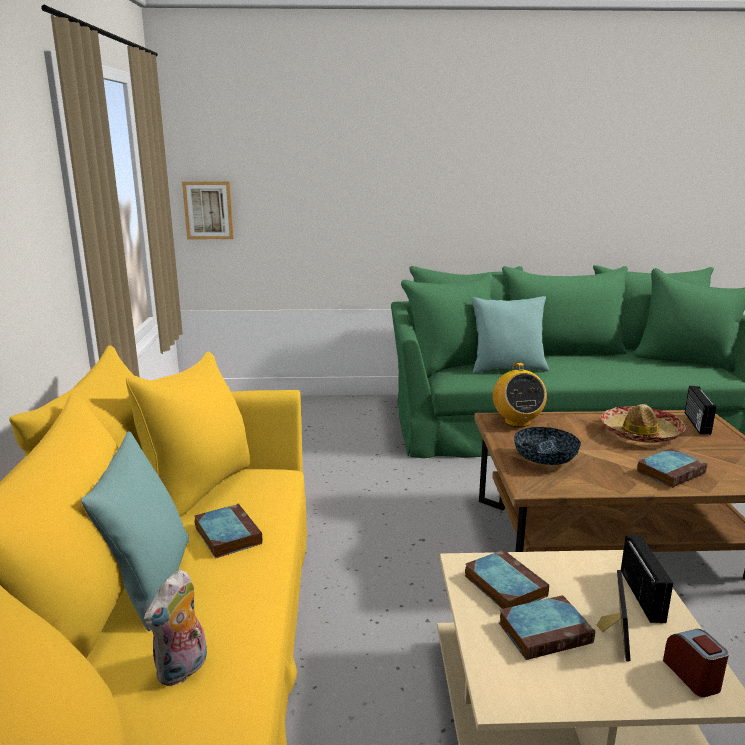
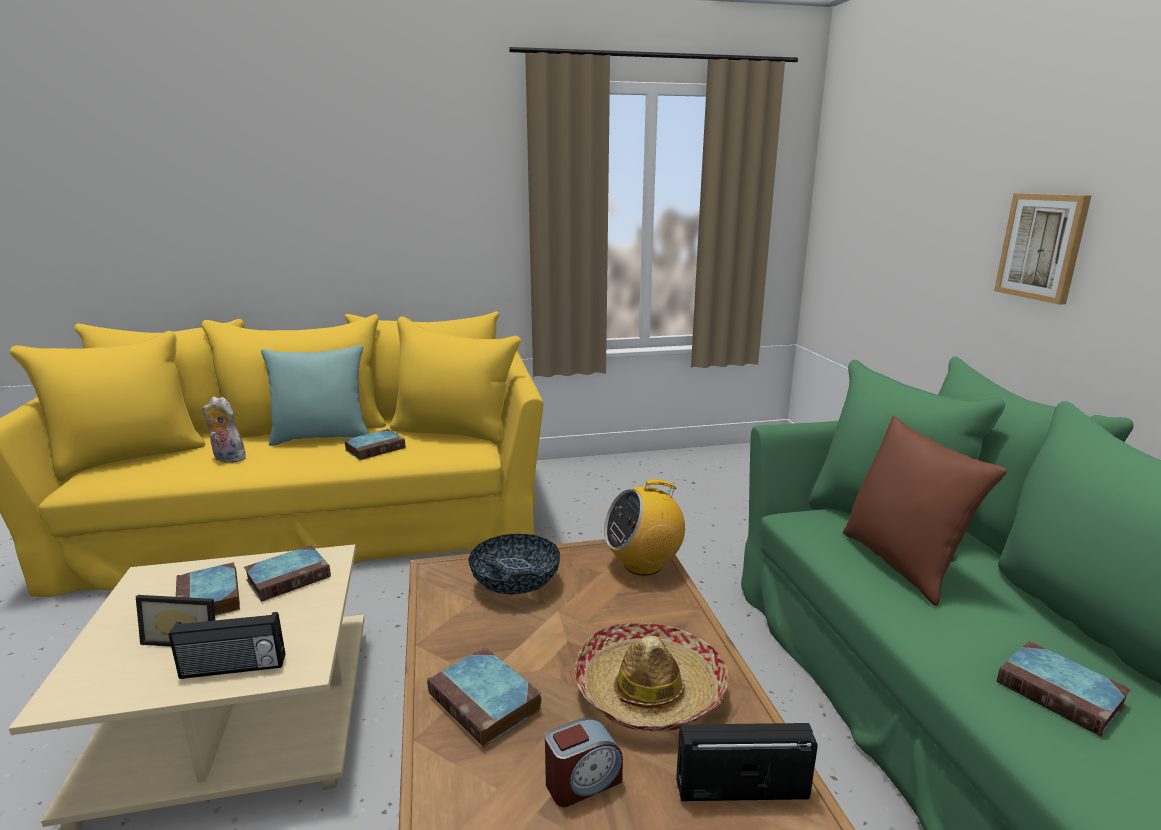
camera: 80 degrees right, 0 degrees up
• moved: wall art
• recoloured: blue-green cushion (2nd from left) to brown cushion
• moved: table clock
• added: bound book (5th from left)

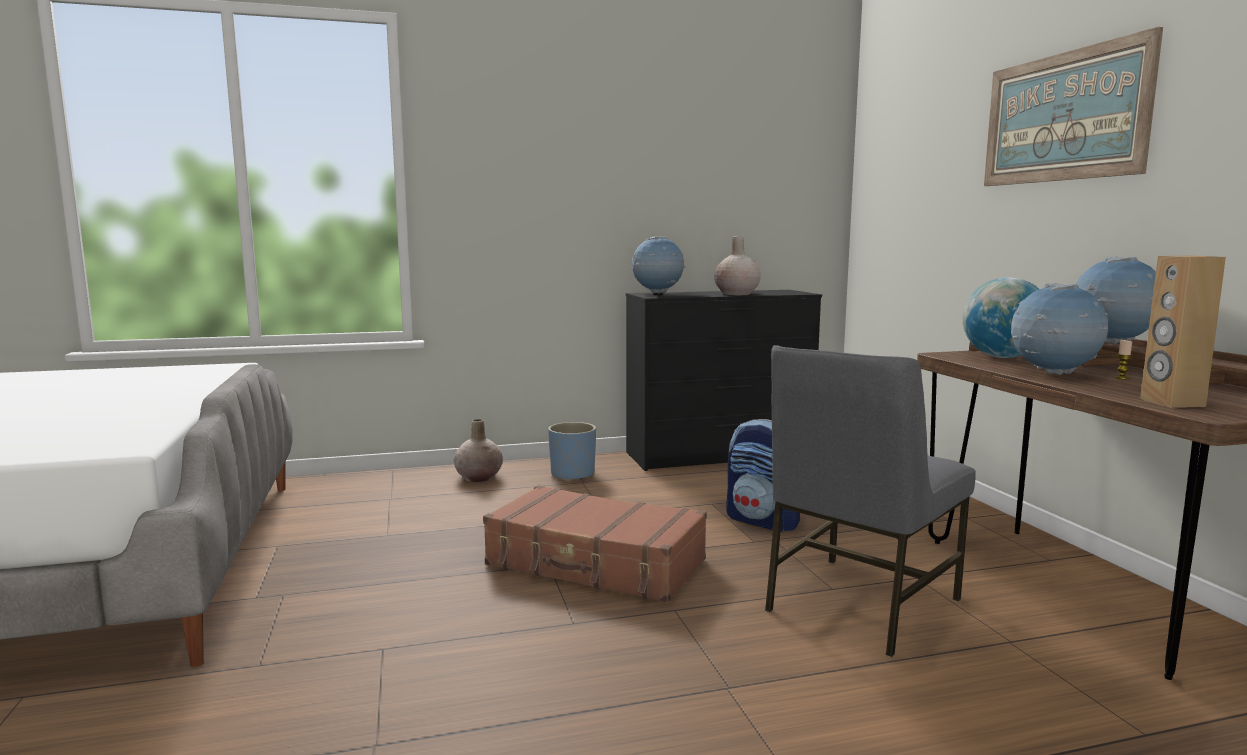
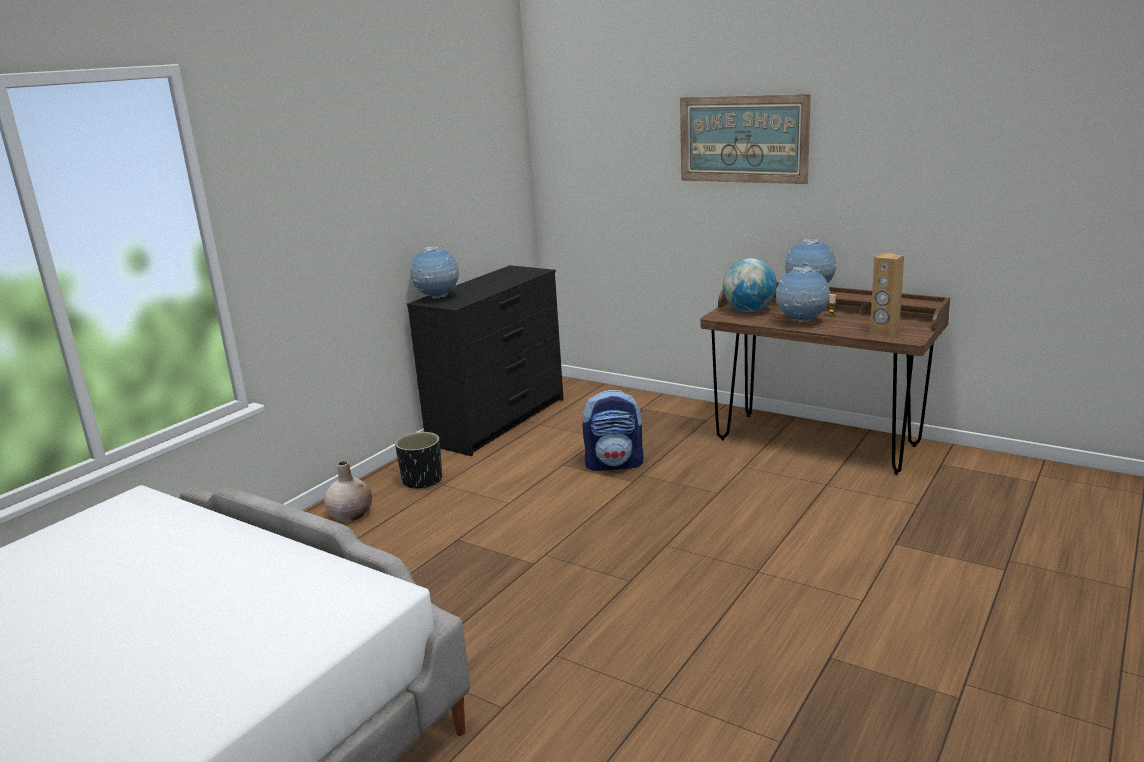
camera: 40 degrees left, 10 degrees up
• removed: brown piece of luggage
• recoloured: blue-coloured flower pot to blackish flower pot
• removed: beige-coloured decorative vase (2nd from left)
• removed: grey upright chair

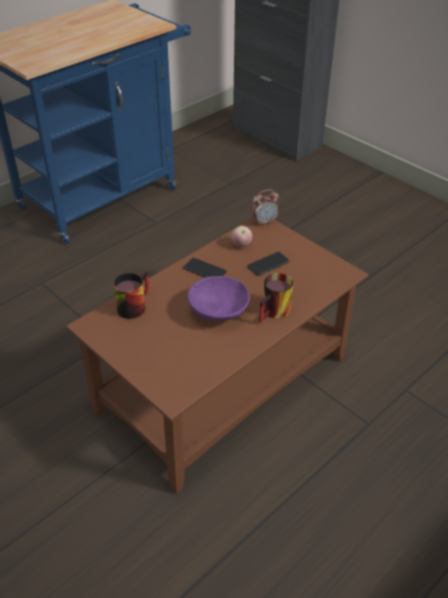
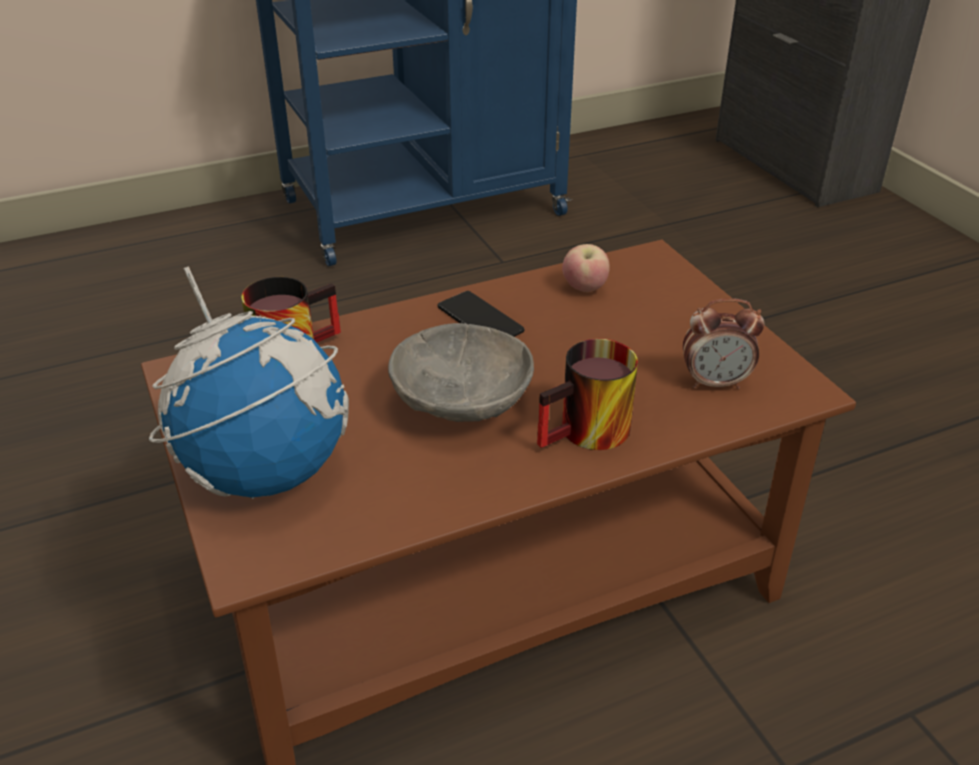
camera: 20 degrees right, 5 degrees down
• recoloured: purple serving bowl to grey serving bowl
• removed: telephone (2nd from left)
• moved: table clock
• added: globe

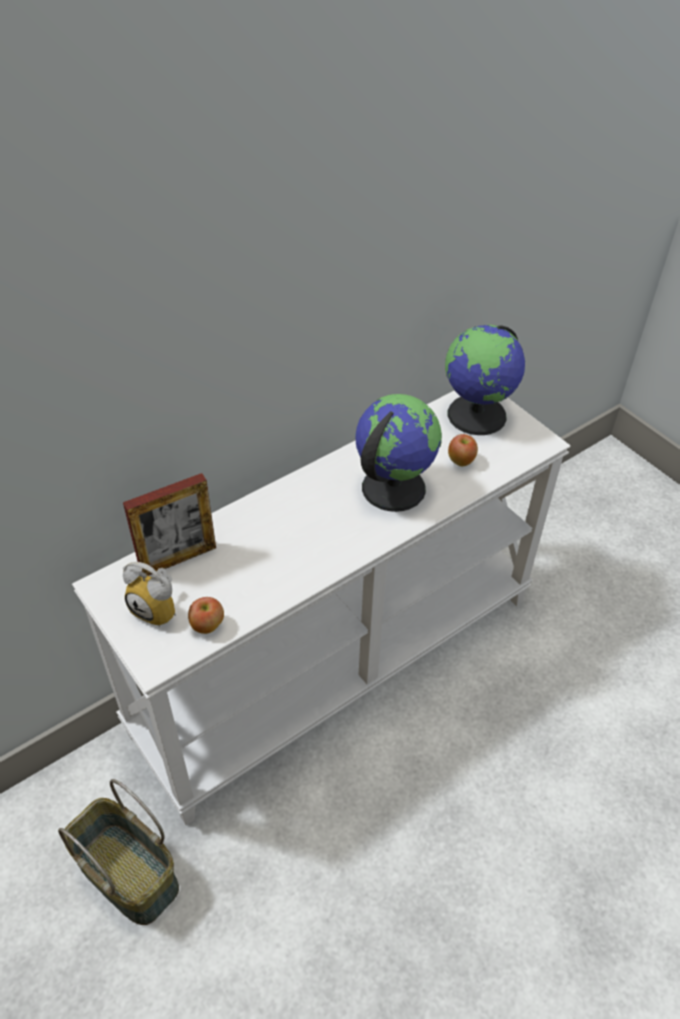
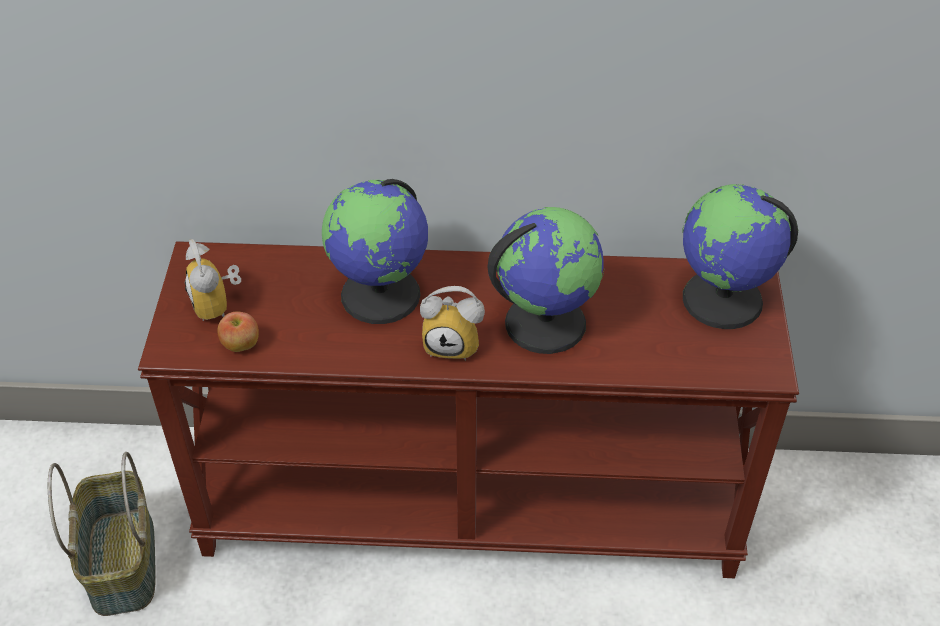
camera: 40 degrees right, 0 degrees up
• recoloured: white console table to brown console table
• removed: standing frame
• removed: whole apple (2nd from left)
• added: globe (1st from left)
• added: table clock (2nd from left)

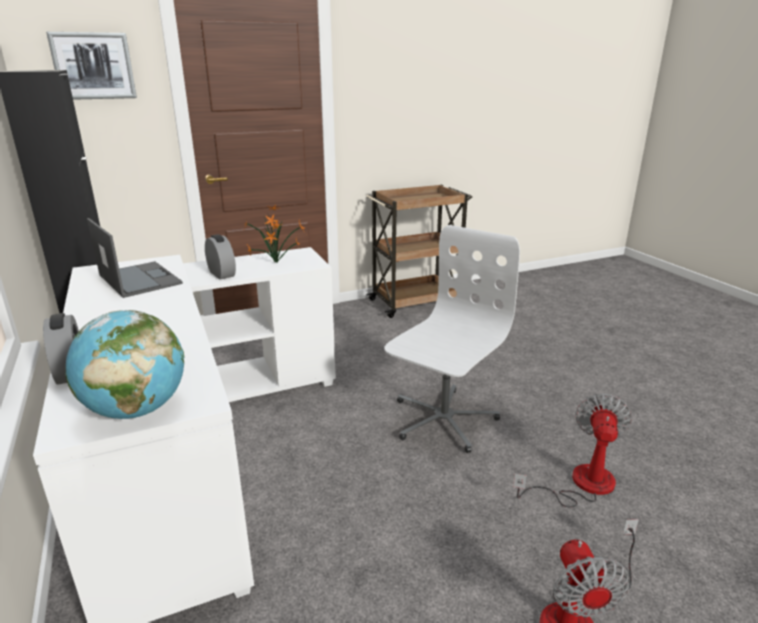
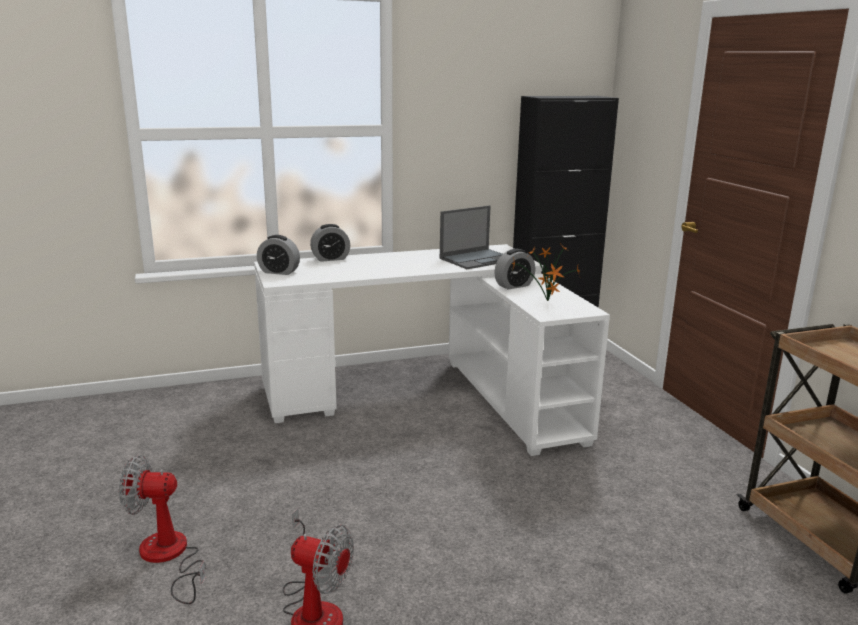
camera: 95 degrees right, 5 degrees down
• removed: wall art
• replaced: globe to table clock (1st from left)
• removed: white desk chair

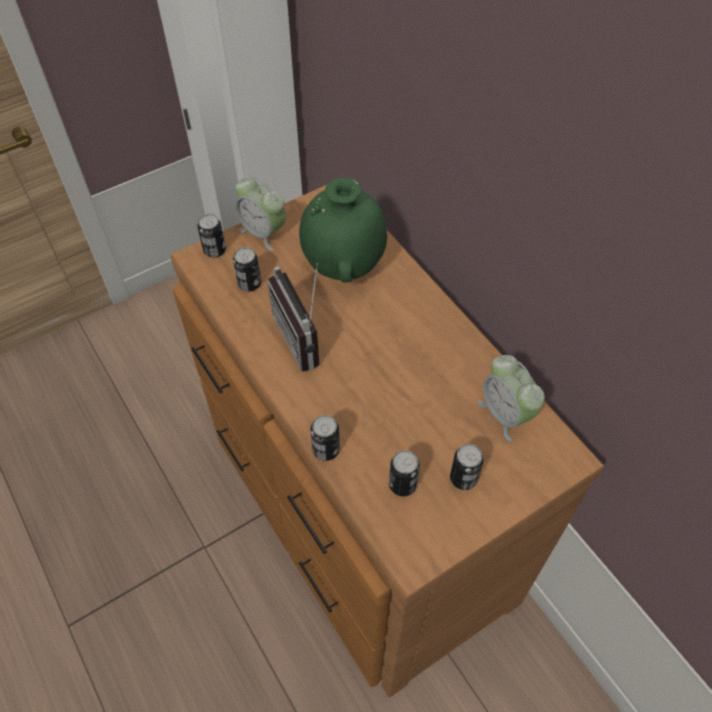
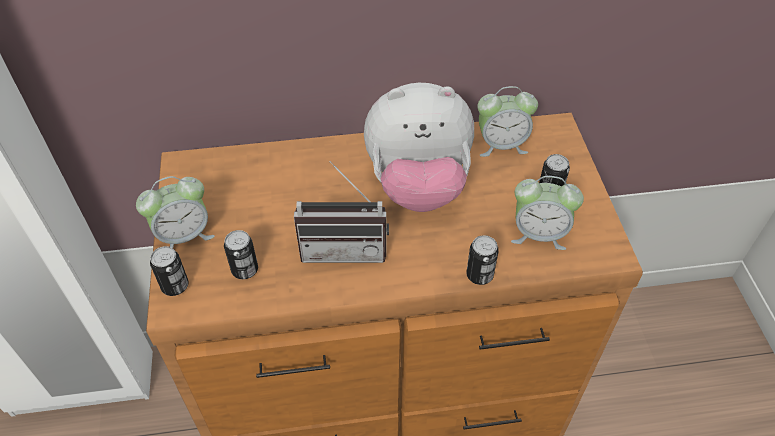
camera: 65 degrees left, 5 degrees down
• removed: green-coloured decorative vase
• replaced: sealed can (4th from left) to table clock (3rd from left)
• added: cuddly toy

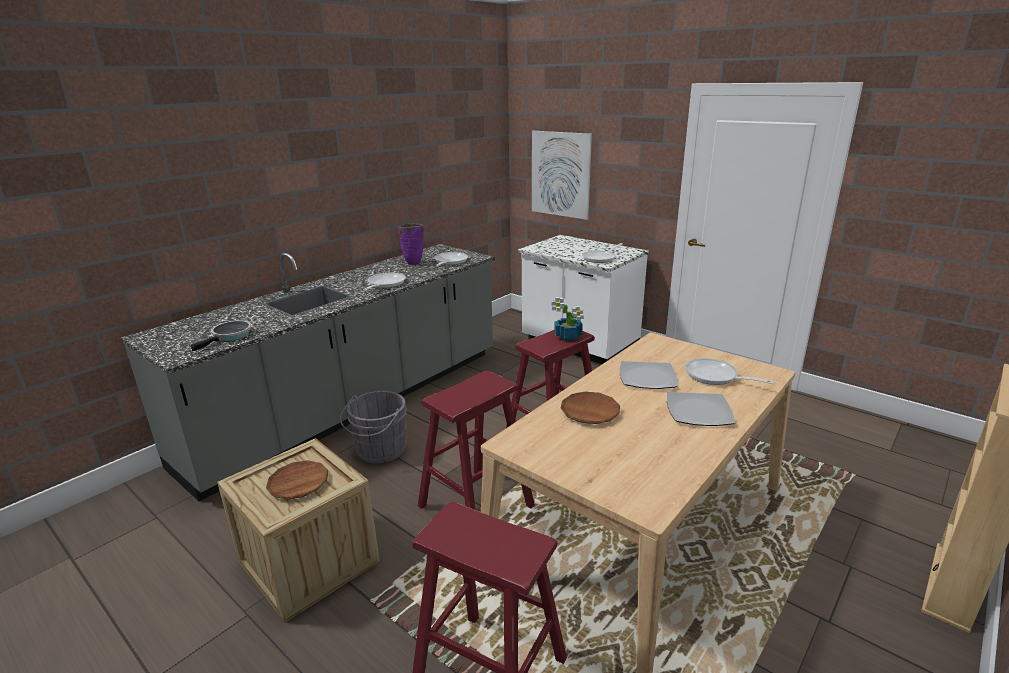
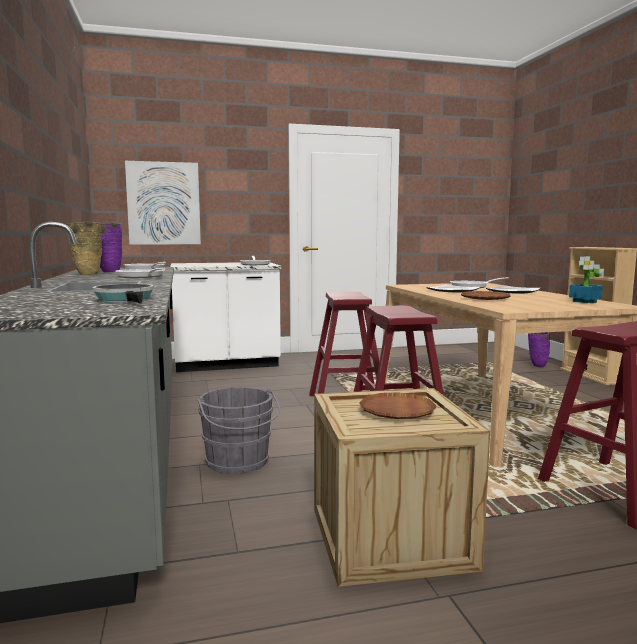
camera: 55 degrees left, 15 degrees down
• moved: potted plant
• added: beige-coloured decorative vase
• added: purple decorative vase (2nd from left)

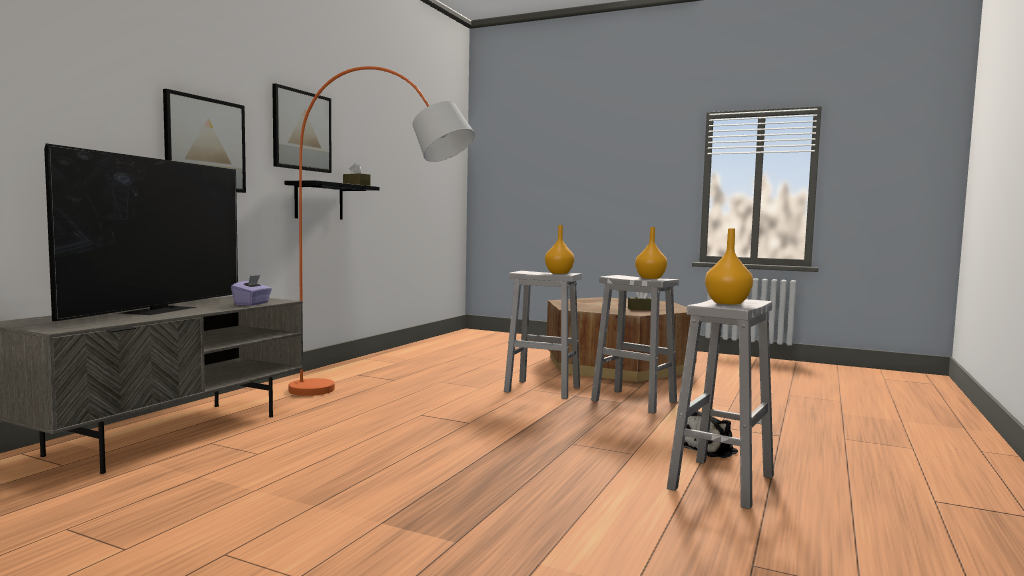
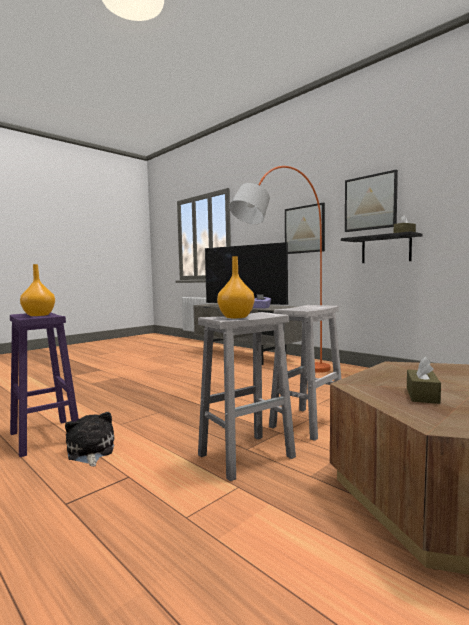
camera: 110 degrees right, 0 degrees up
• removed: orange decorative vase (1st from left)
• recoloured: white sitting stool (3rd from left) to purple sitting stool

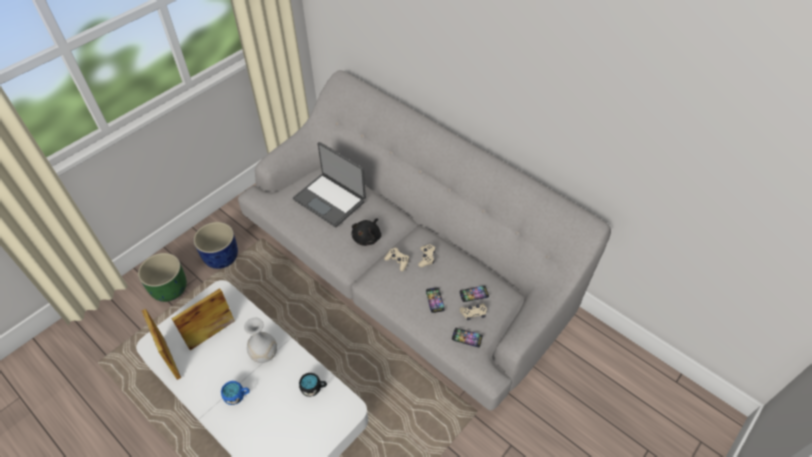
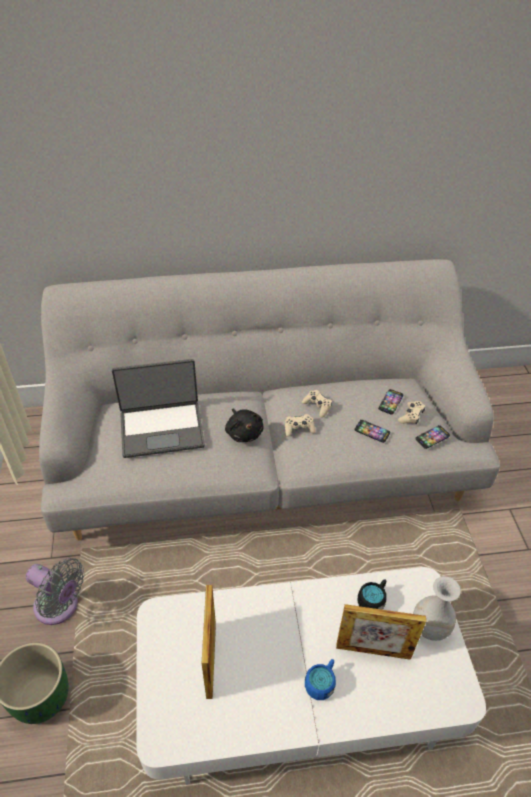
camera: 50 degrees left, 5 degrees down
• moved: standing frame (1st from left in the first image) to standing frame (2nd from left)
• replaced: blue-coloured flower pot to grey fan
• moved: white decorative vase

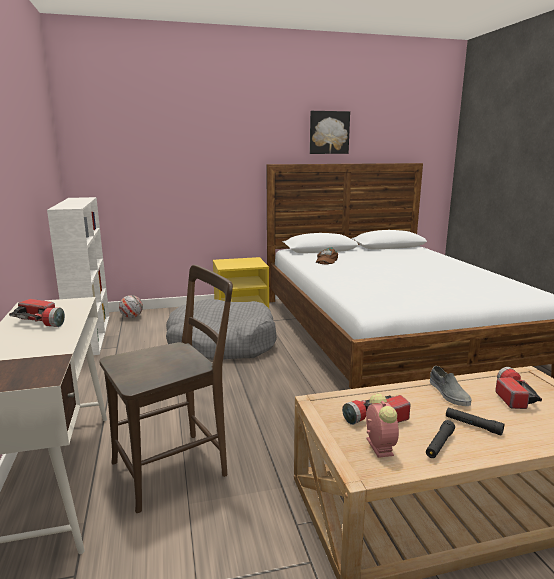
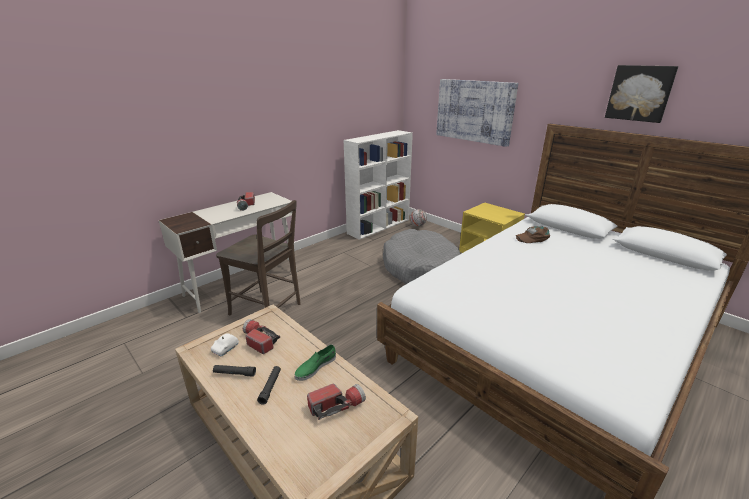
camera: 60 degrees right, 10 degrees up
• replaced: table clock to white miniature car
• recoloured: grey low shoe to green-coloured low shoe
• added: wall art (1st from left)

